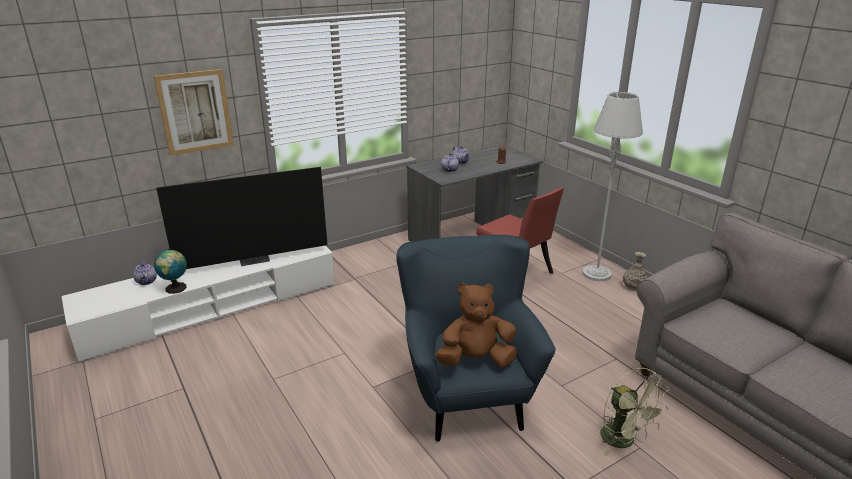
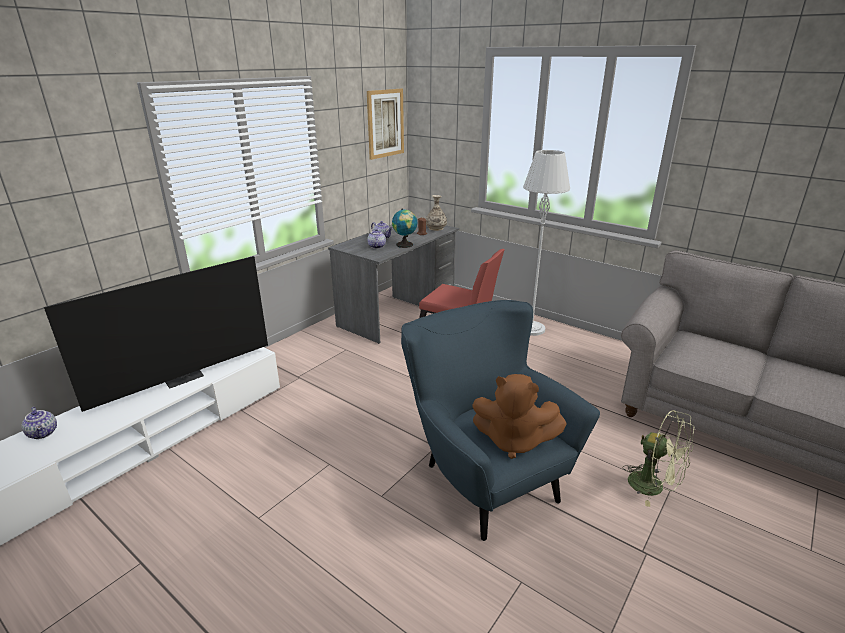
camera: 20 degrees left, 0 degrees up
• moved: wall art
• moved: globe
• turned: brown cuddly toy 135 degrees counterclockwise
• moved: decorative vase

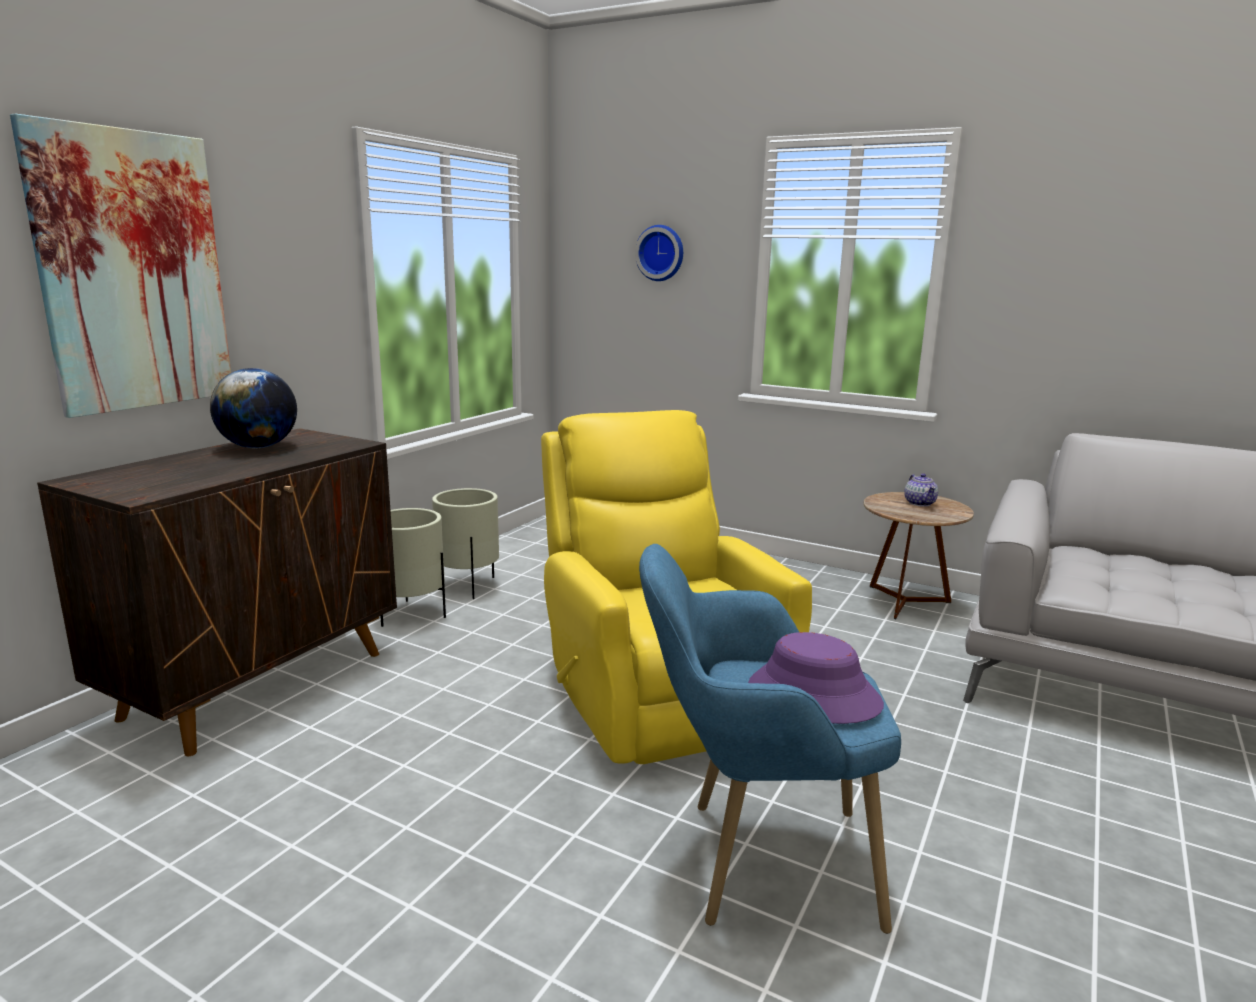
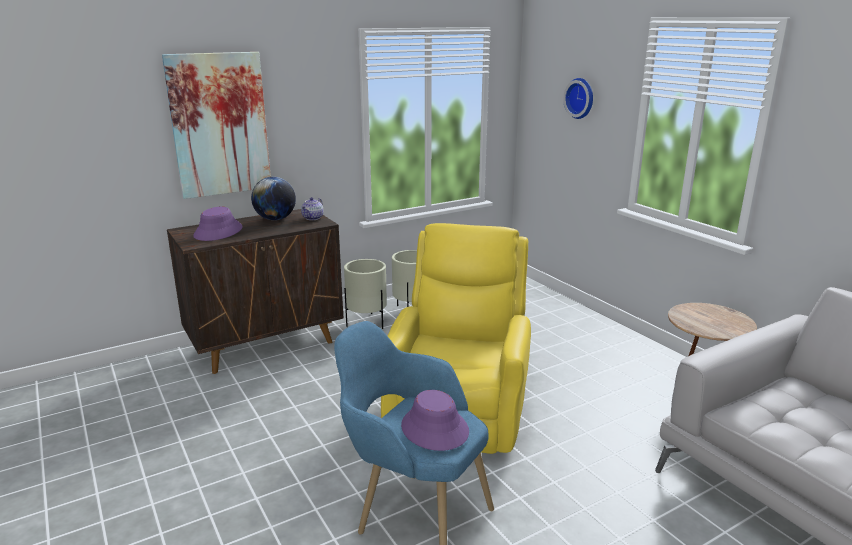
camera: 30 degrees right, 5 degrees up
• moved: pot for tea
• added: purple wearable hat (1st from left)

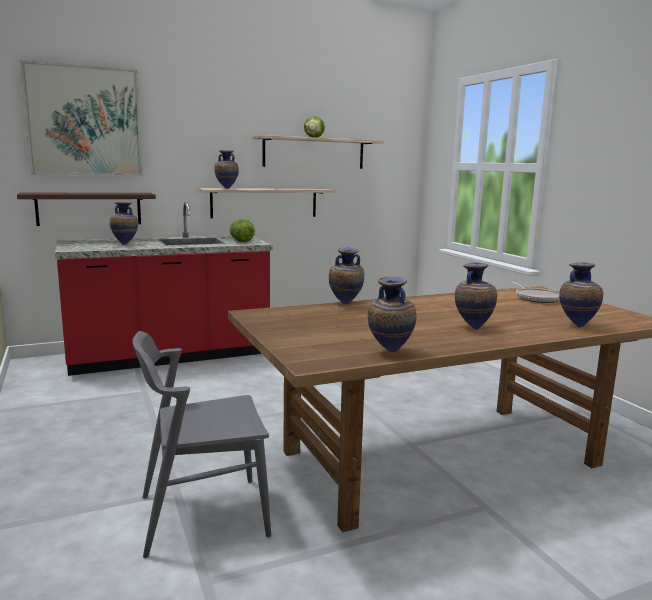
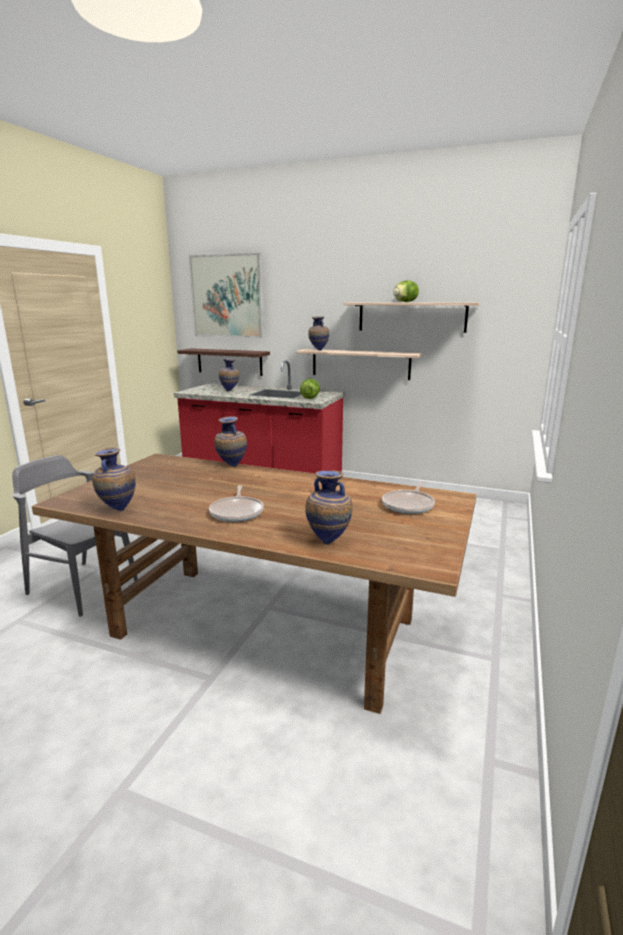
camera: 45 degrees right, 5 degrees up
• replaced: decorative vase (5th from left) to skillet (1st from left)

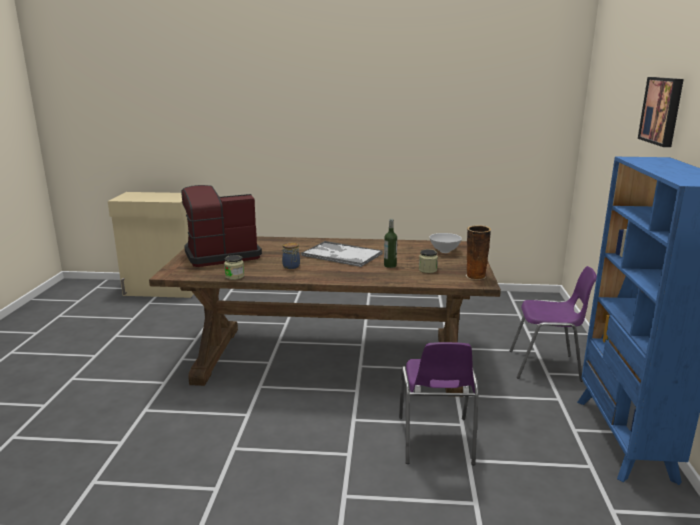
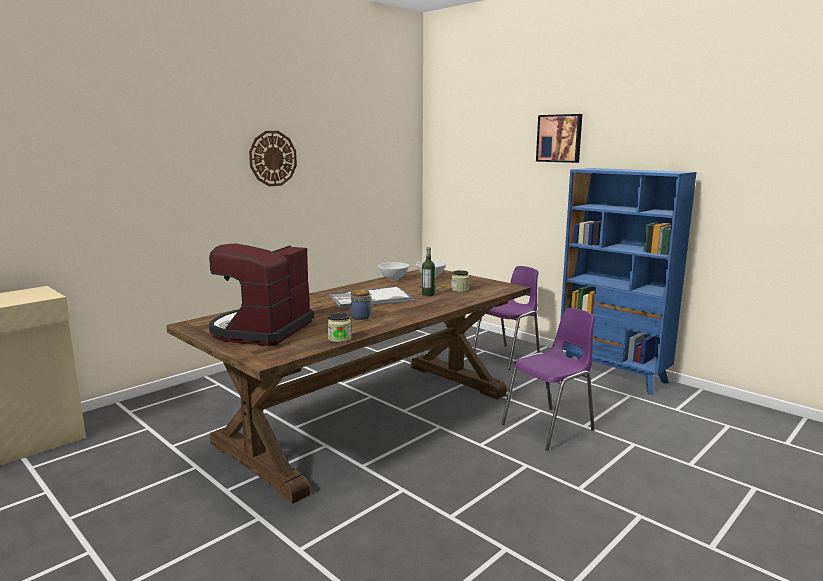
camera: 50 degrees left, 5 degrees down
• turned: purple upright chair (1st from left in the first image) 75 degrees counterclockwise
• removed: decorative vase
• added: clock on the wall
• added: white serving bowl (1st from left)

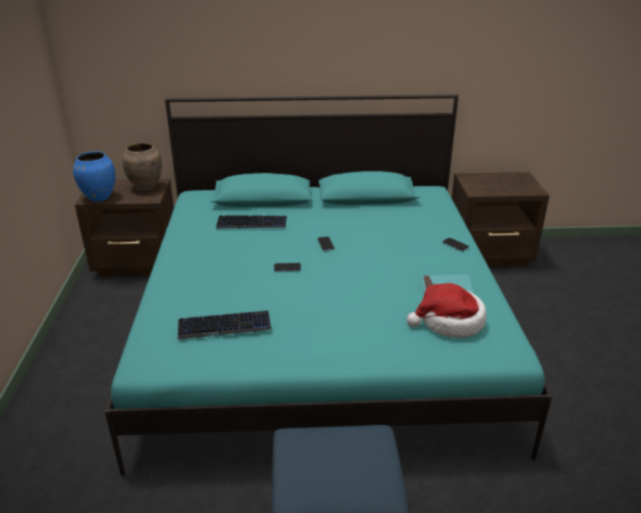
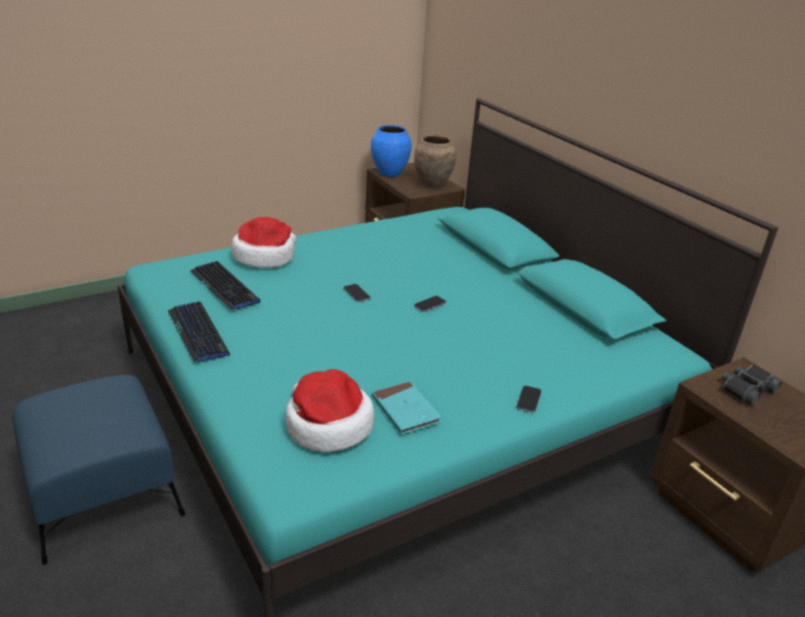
camera: 60 degrees right, 0 degrees up
• moved: computer keyboard (2nd from left in the first image) to computer keyboard (1st from left)
• added: wearable hat (1st from left)
• added: blackish field glasses

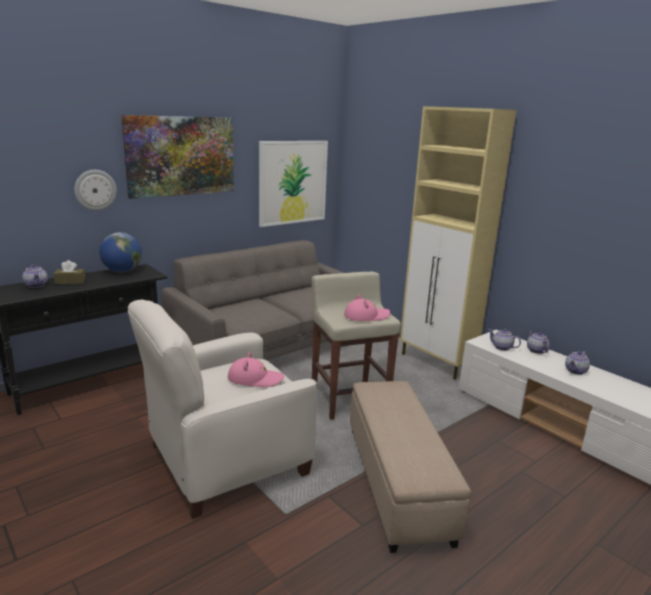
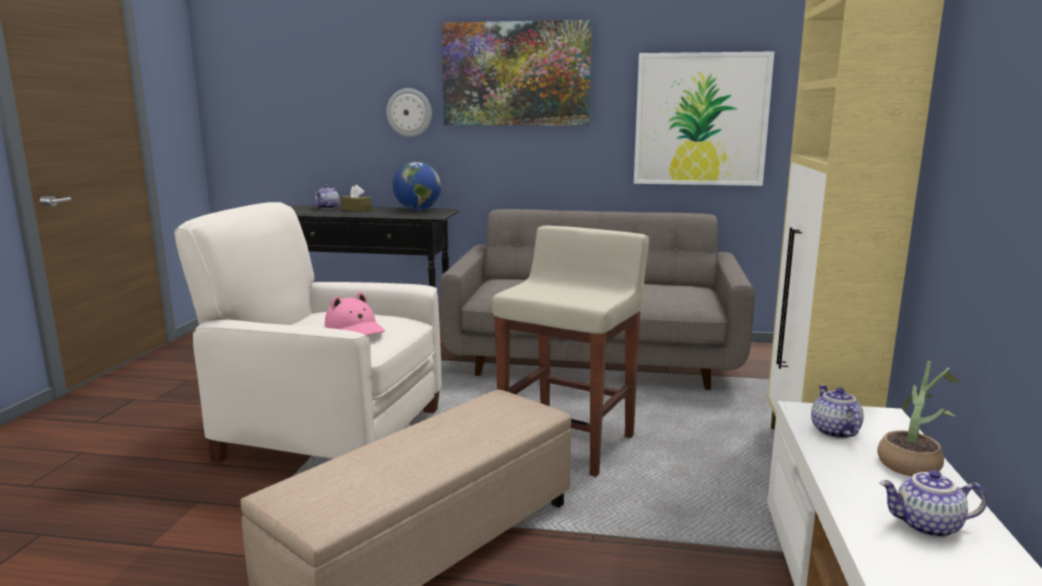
camera: 50 degrees right, 5 degrees down
• removed: pinkish wearable hat (2nd from left)
• replaced: pot for tea (3rd from left) to potted plant

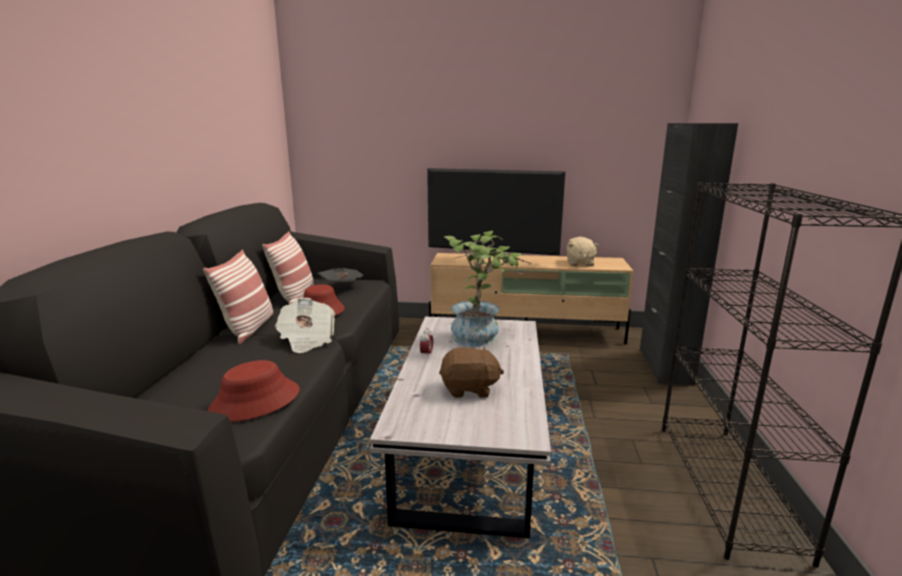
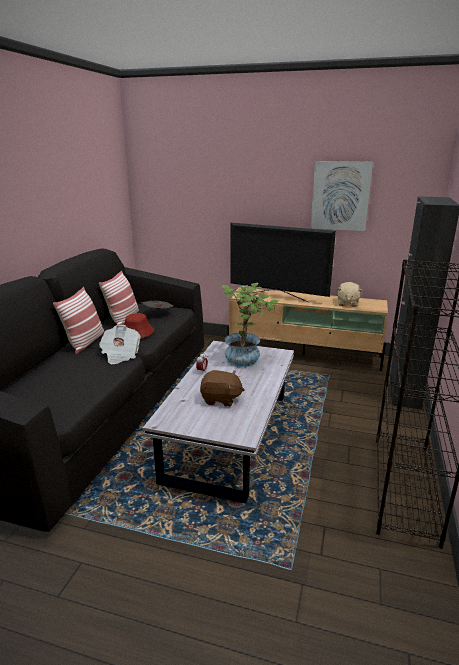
camera: 10 degrees right, 5 degrees up
• removed: red-coloured wearable hat (1st from left)
• added: wall art

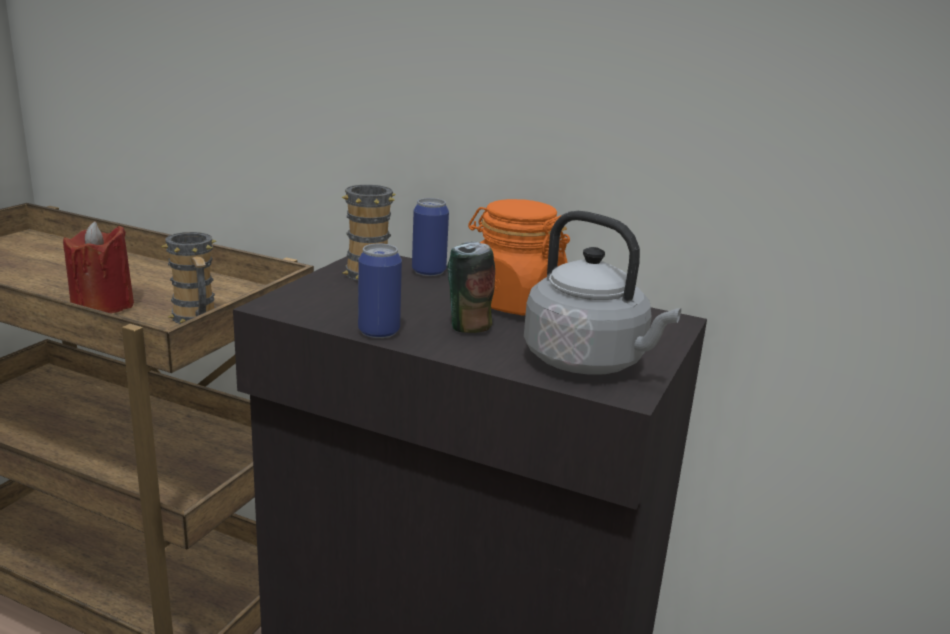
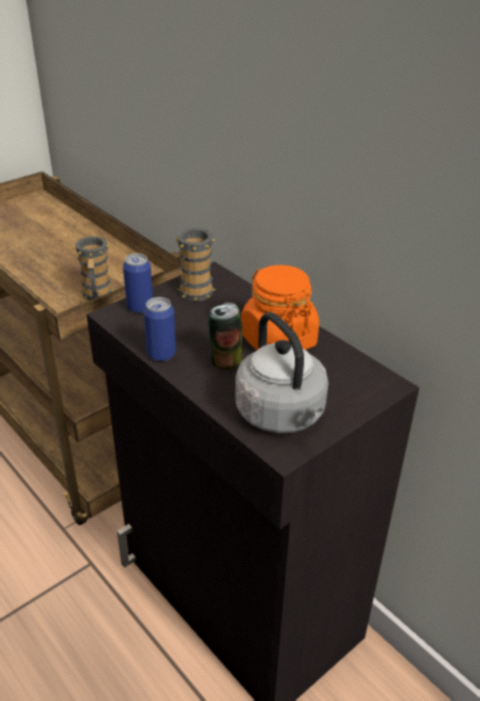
camera: 25 degrees right, 15 degrees up
• removed: red-coloured wax candle
• moved: sealed can (2nd from left in the first image) to sealed can (1st from left)

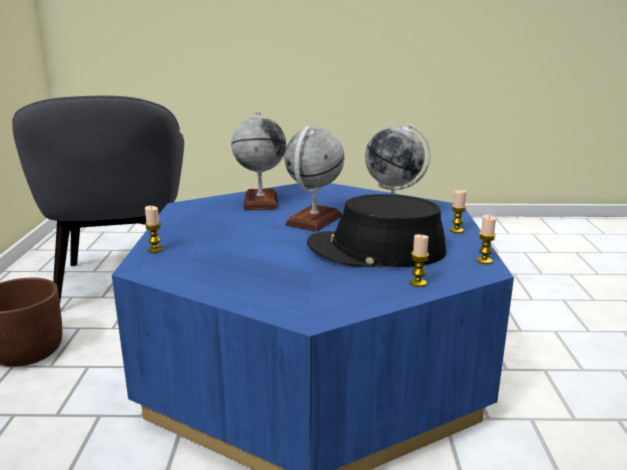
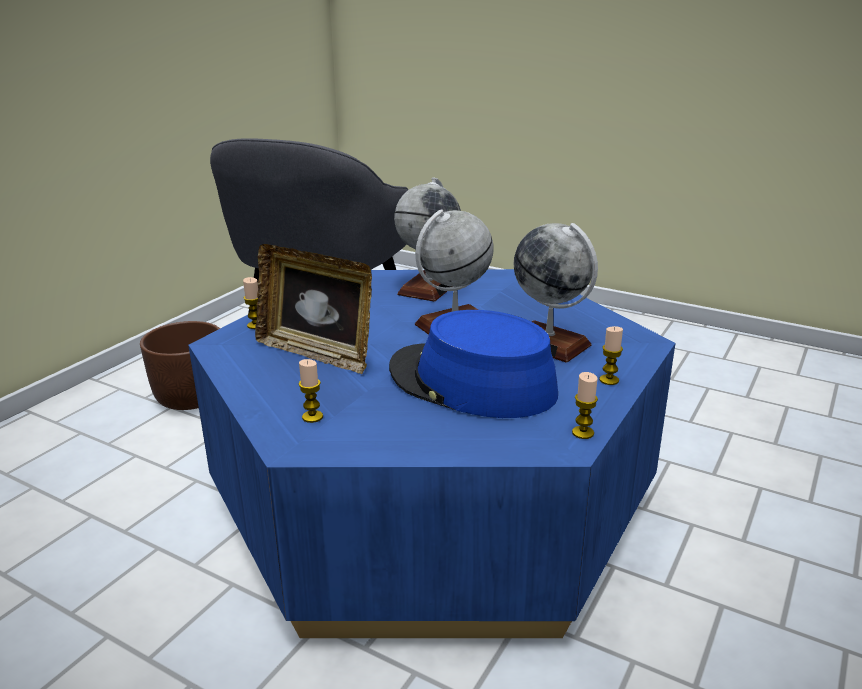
camera: 30 degrees right, 5 degrees up
• recoloured: blackish wearable hat to blue-coloured wearable hat
• moved: wax candle (2nd from left)
• added: standing frame

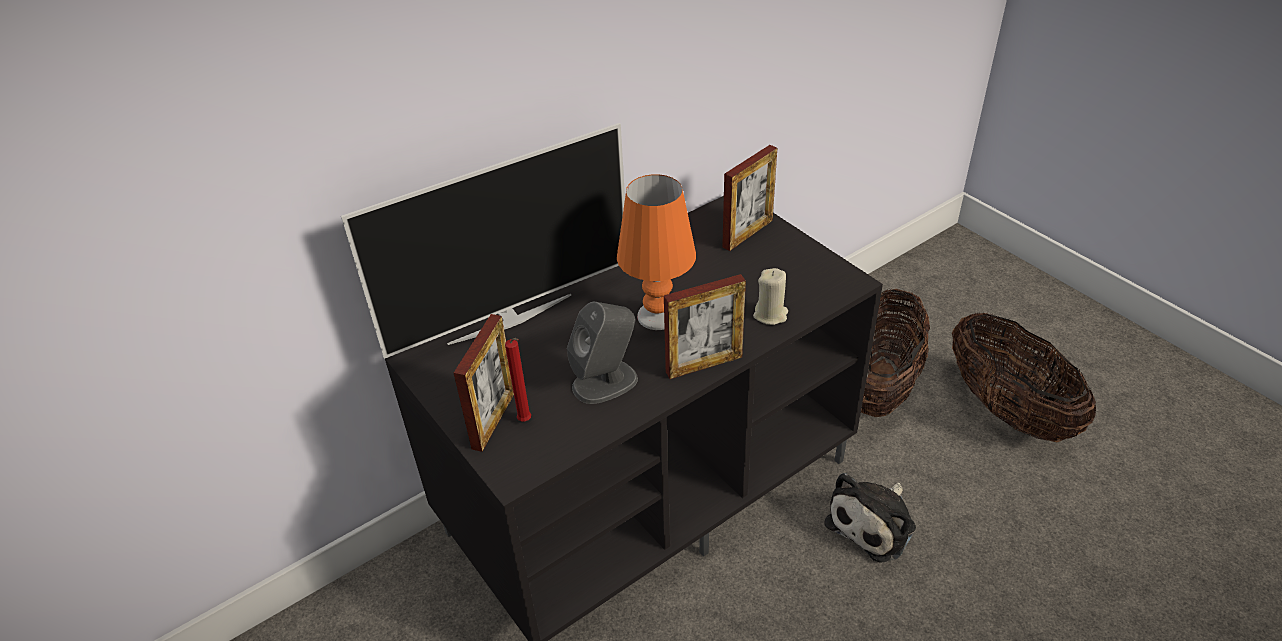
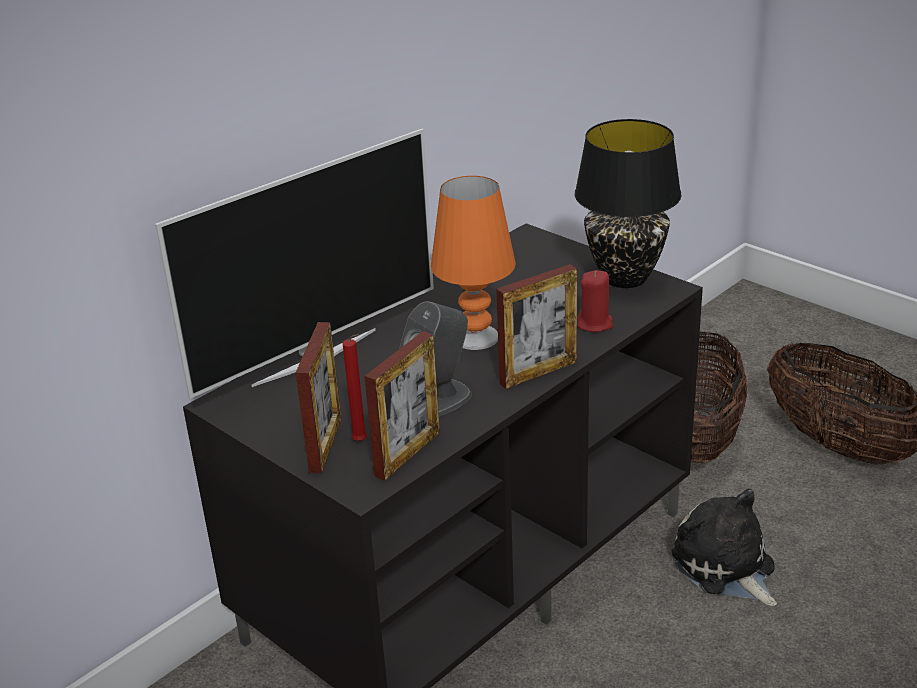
camera: 10 degrees left, 10 degrees down
• moved: standing frame (3rd from left in the first image) to standing frame (2nd from left)
• recoloured: beige-coloured wax candle to red-coloured wax candle (2nd from left)
• turned: cuddly toy 120 degrees clockwise
• added: blackish lamp for a table

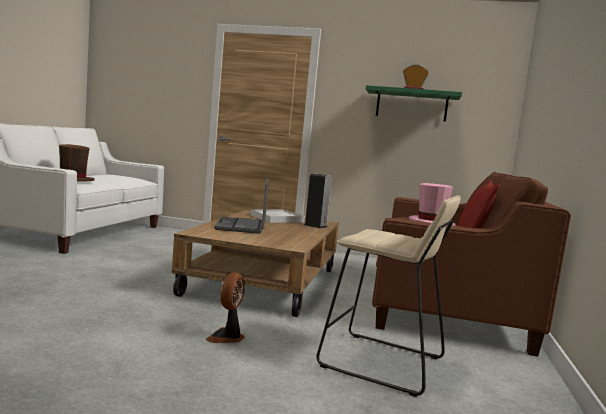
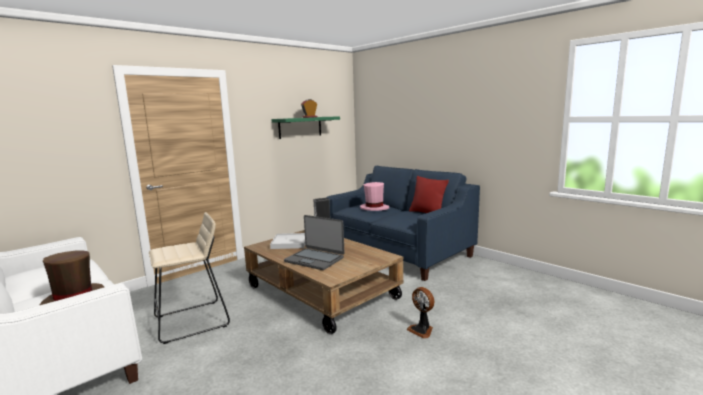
camera: 55 degrees left, 5 degrees up
• moved: beige-coloured sitting stool
• recoloured: brown settee to blue-coloured settee

